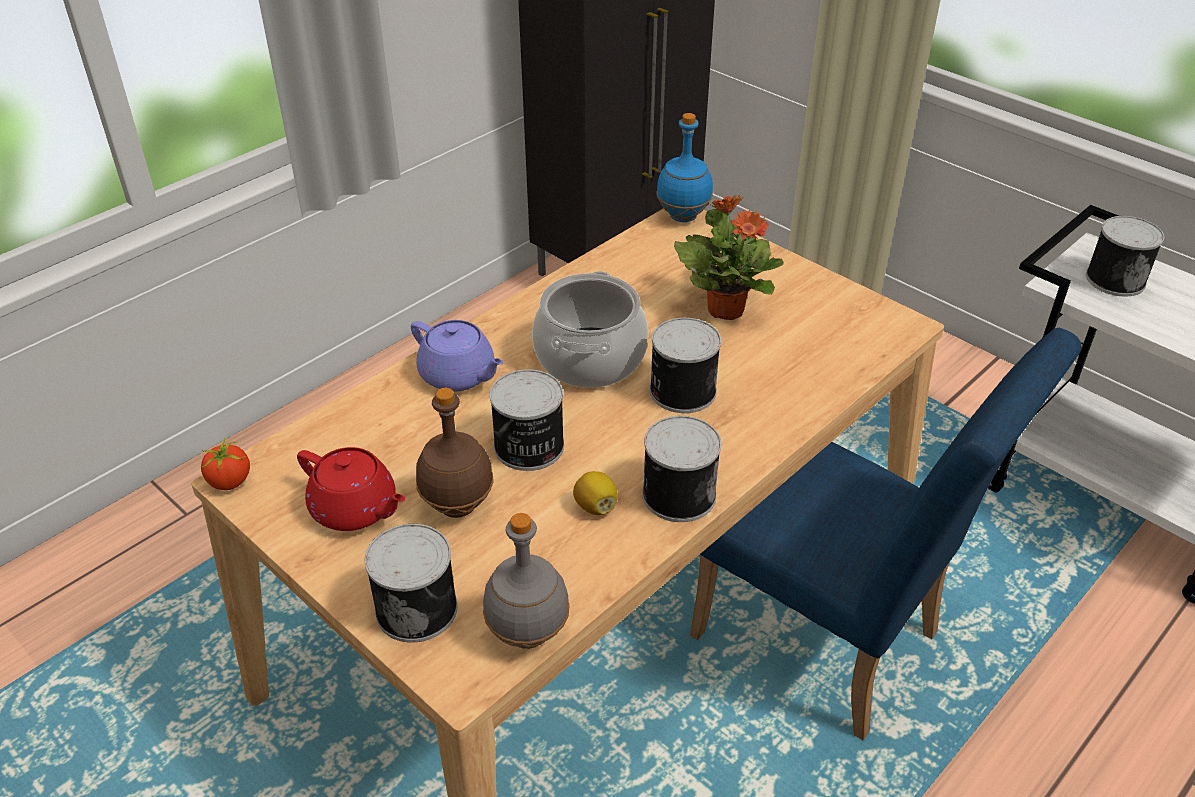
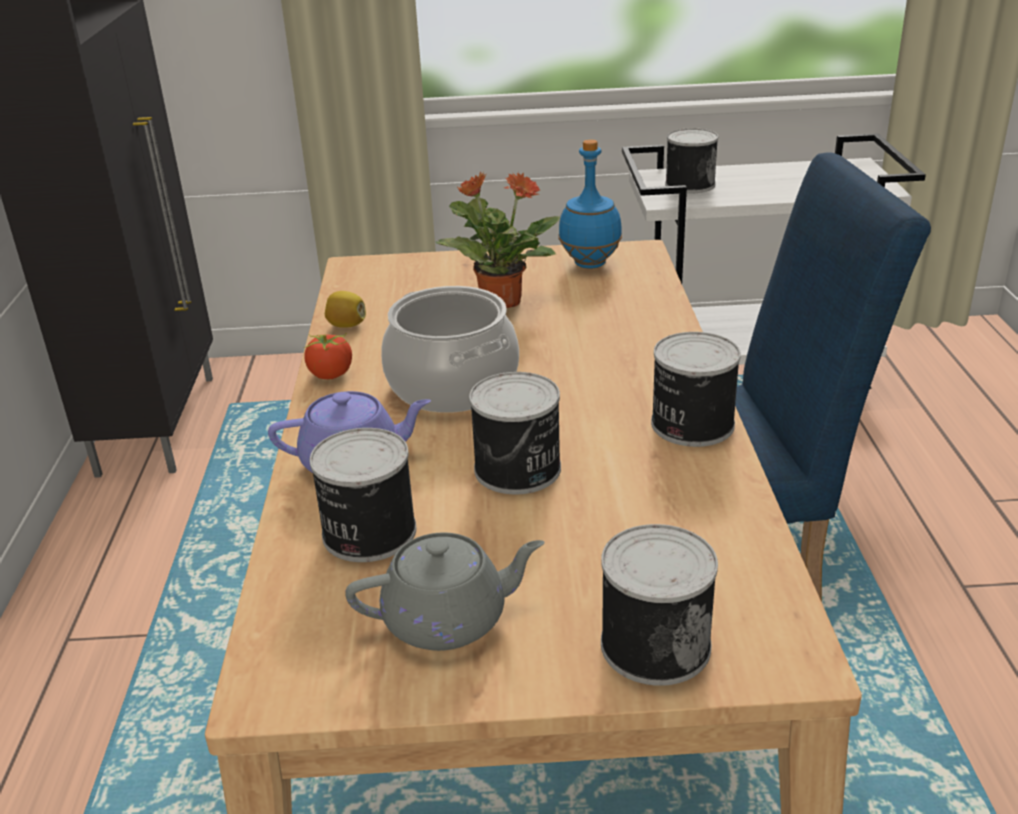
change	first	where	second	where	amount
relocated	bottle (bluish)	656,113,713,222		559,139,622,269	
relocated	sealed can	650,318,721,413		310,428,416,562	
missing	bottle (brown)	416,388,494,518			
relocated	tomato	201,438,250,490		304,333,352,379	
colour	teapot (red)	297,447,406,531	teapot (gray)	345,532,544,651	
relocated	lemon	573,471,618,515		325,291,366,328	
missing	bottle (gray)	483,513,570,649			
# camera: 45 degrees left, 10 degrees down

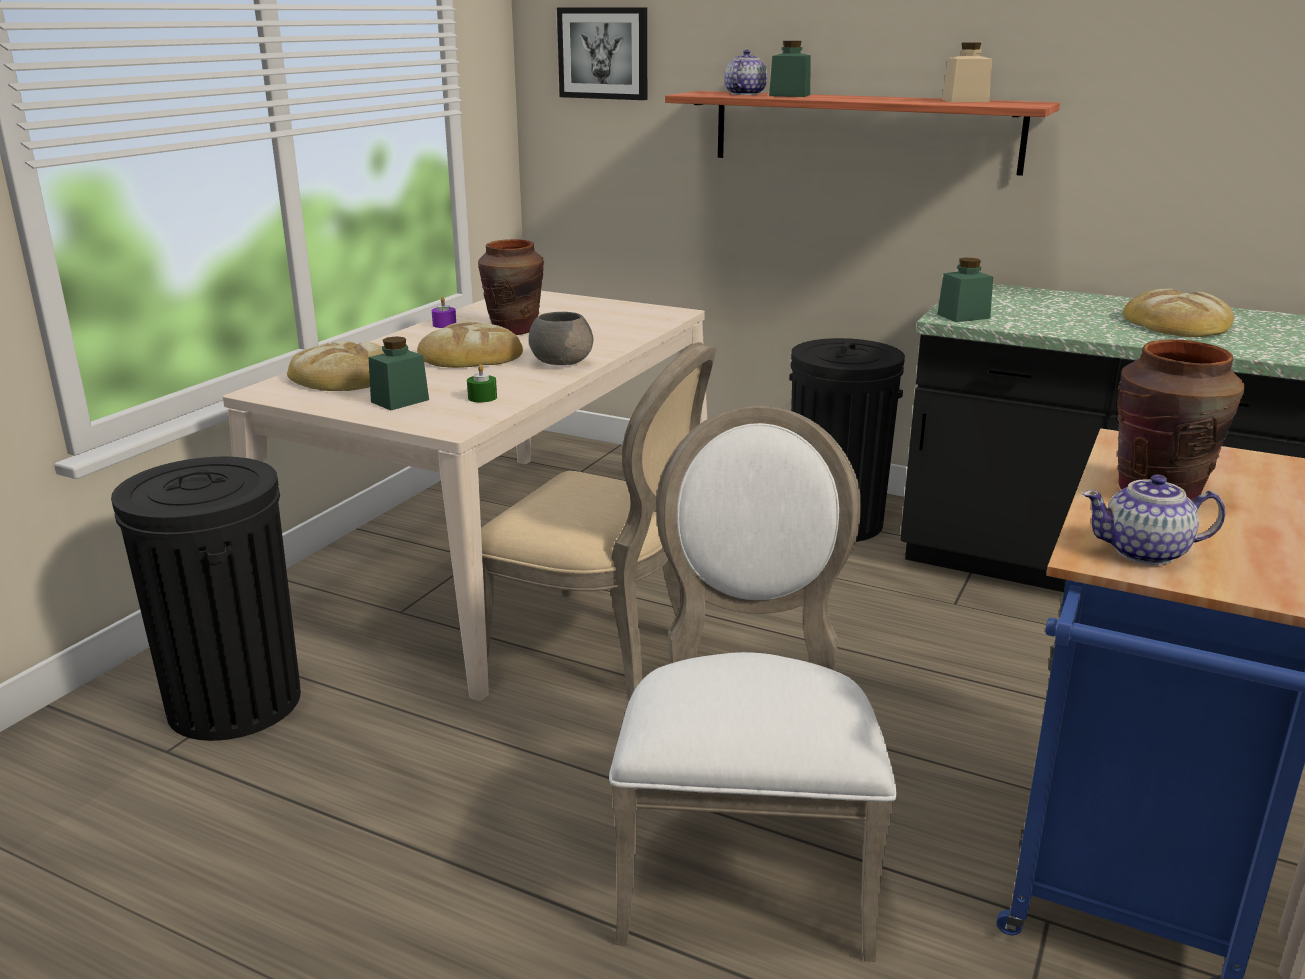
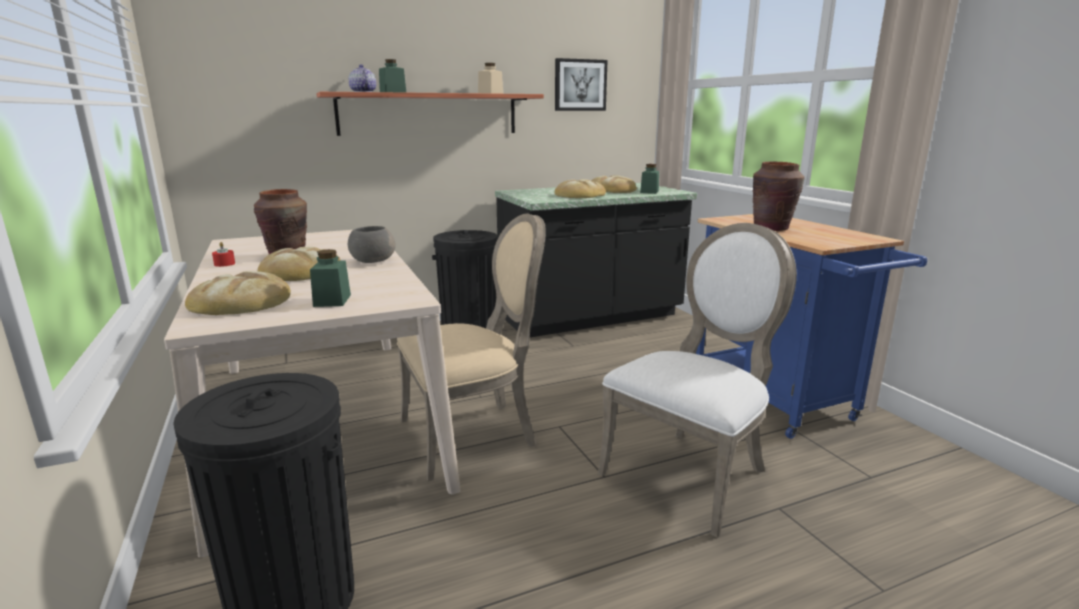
change	first	where	second	where	amount
relocated	wall picture	557,7,647,100		555,58,608,111	
relocated	jar (green)	937,258,993,322		640,164,659,194	
colour	wax light (purplish)	432,297,456,328	wax light (red)	212,242,235,267	
missing	wax light (green)	467,364,497,402			
spun	chair (white)	609,406,897,962		598,223,797,538	90 degrees clockwise
missing	teapot	1083,474,1225,565			
appeared			bakery bread	555,179,606,198	
# camera: 50 degrees left, 5 degrees down

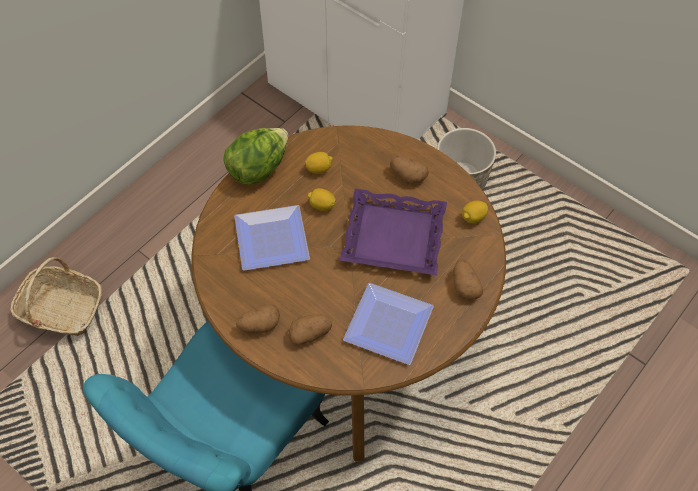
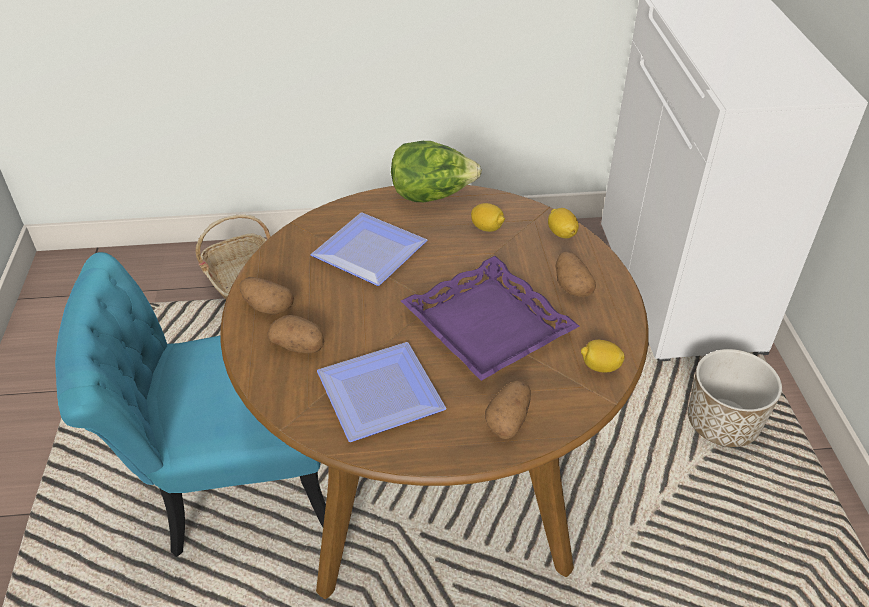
change	first	where	second	where	amount
relocated	lemon	308,188,336,211		548,208,579,238	
# camera: 45 degrees right, 15 degrees down

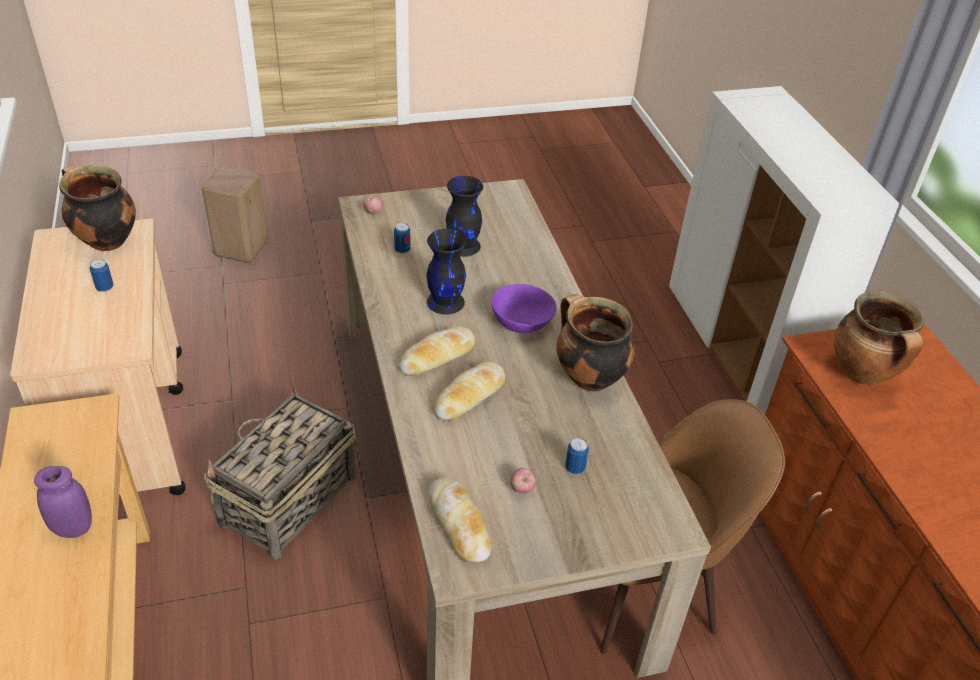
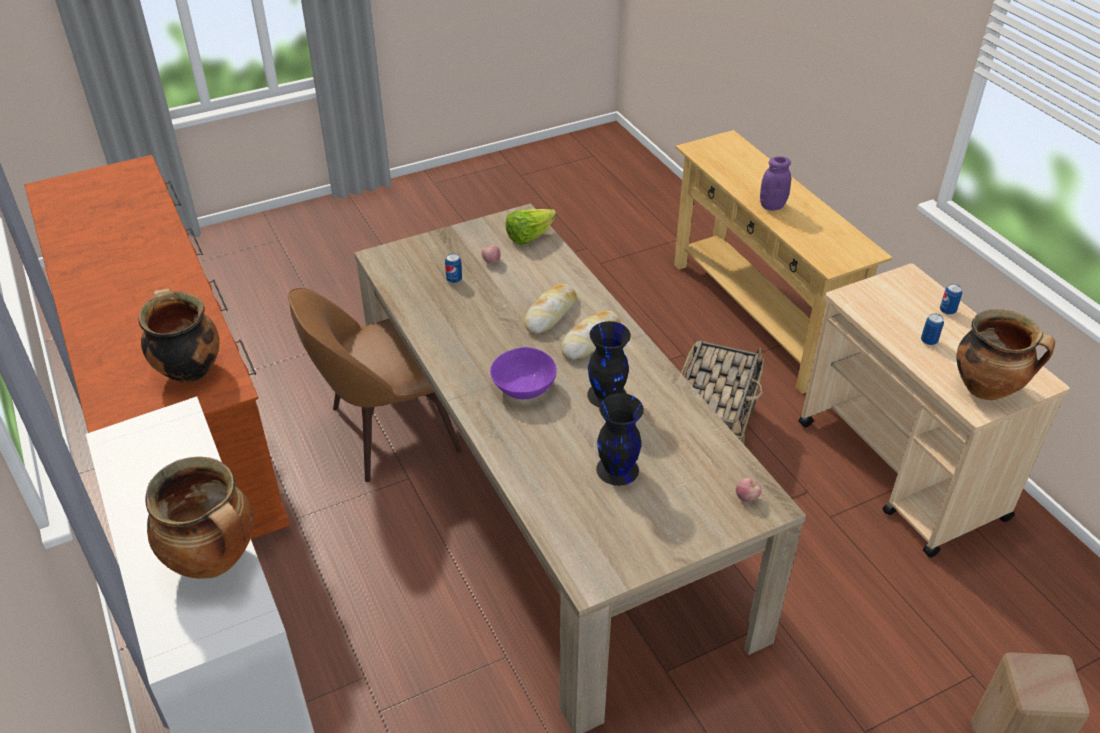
change	first	where	second	where	amount
relocated	sealed can	394,223,411,253		940,284,962,315	
relocated	saucepot	556,294,635,392		145,457,254,579	
exchanged	bakery bread	429,477,491,563	lettuce	505,209,556,245	
# camera: 170 degrees right, 0 degrees up

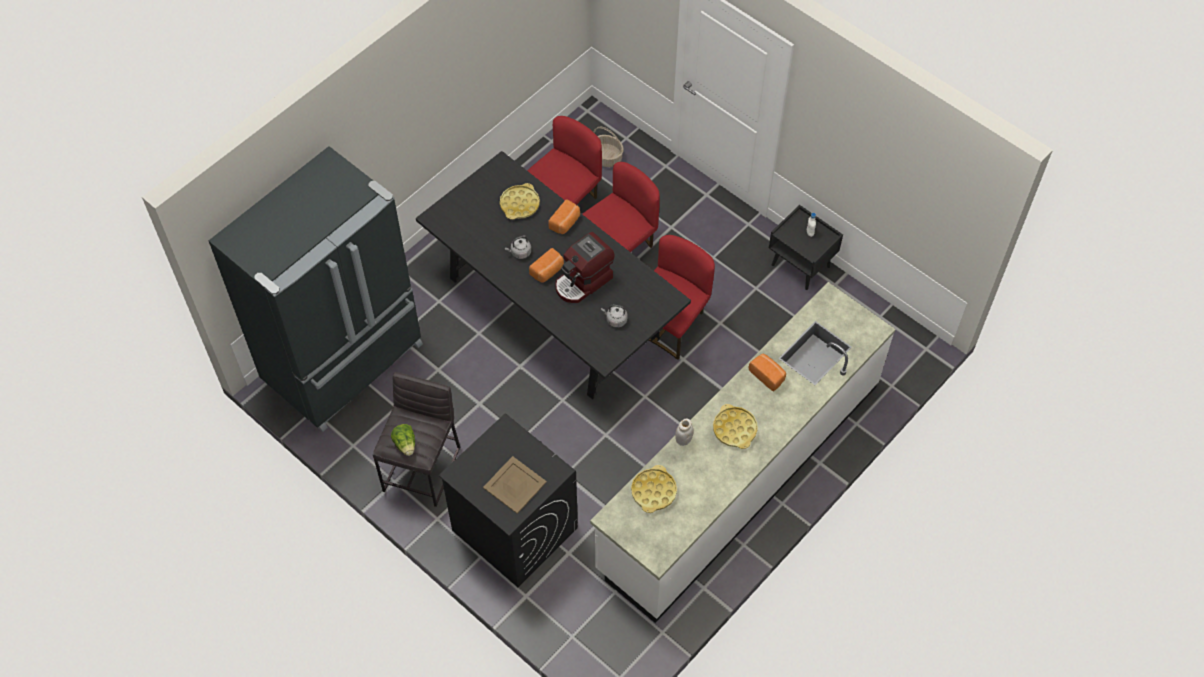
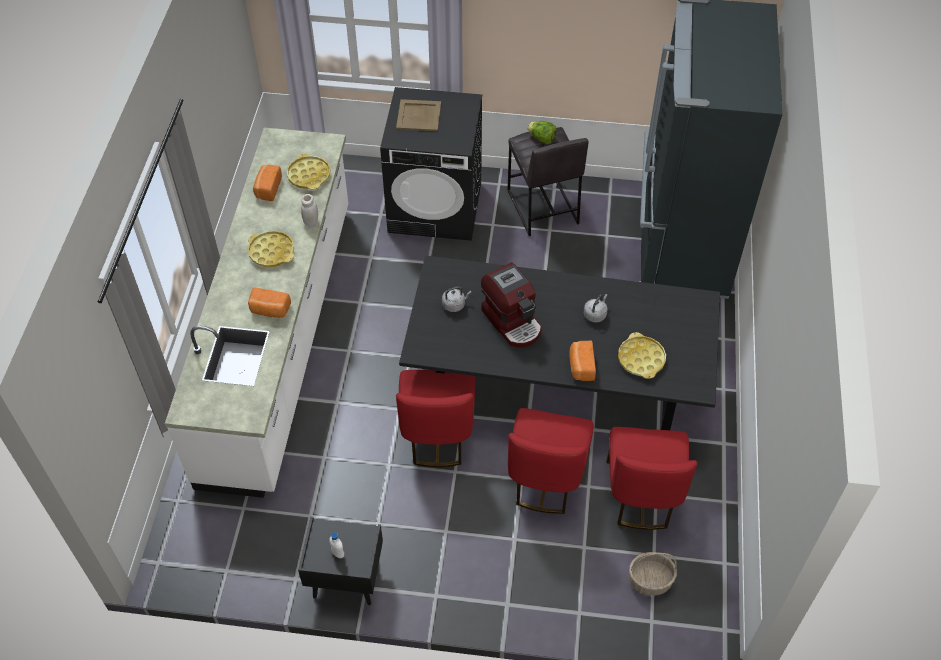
change	first	where	second	where	amount
spun	coffee maker	555,232,615,303		481,262,542,347	135 degrees clockwise
relocated	bakery bread	529,248,564,283		253,165,282,201	
# camera: 145 degrees right, 5 degrees down

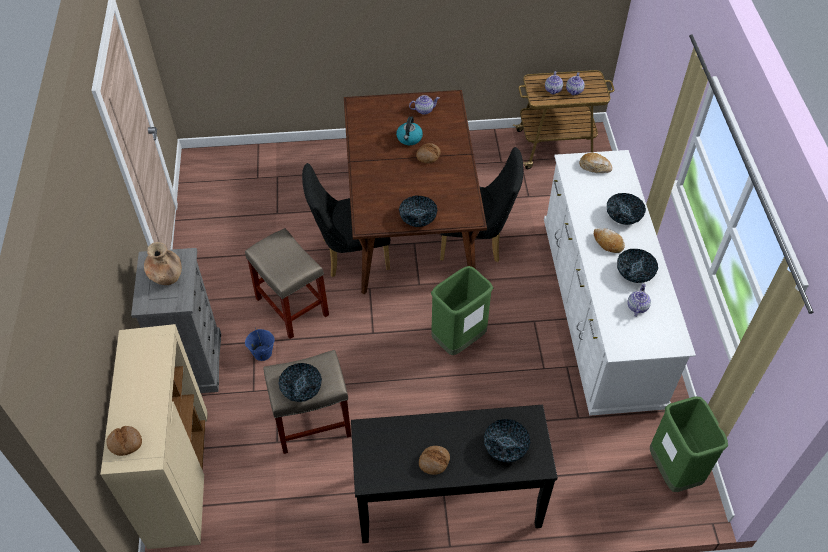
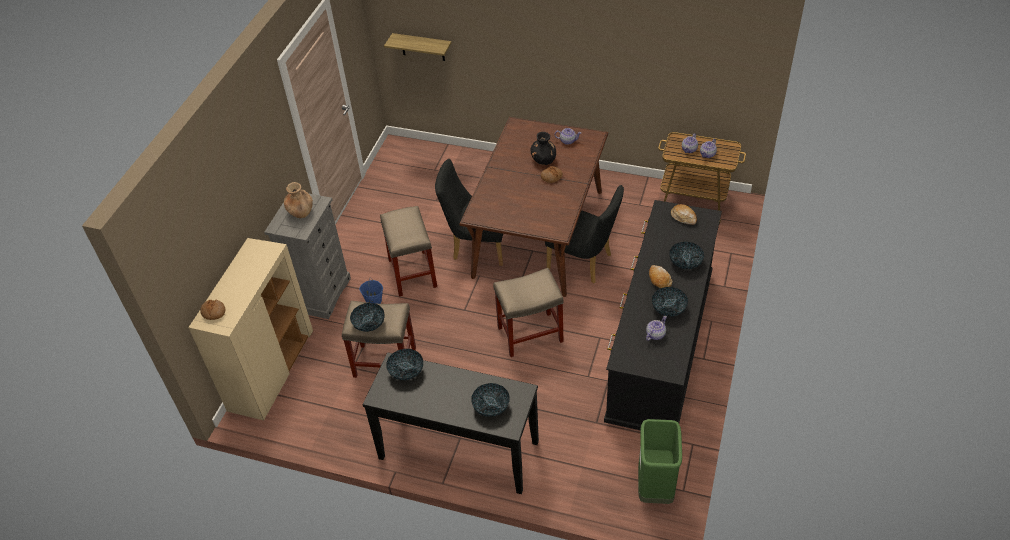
change	first	where	second	where	amount
exchanged	water kettle	396,116,423,145	flower vase (black-coloured)	530,132,556,165	
colour	chest of drawers (white)	544,150,696,416	chest of drawers (black-coloured)	604,200,722,430	
relocated	bowl	399,196,437,227		386,349,423,380	
exchanged	waste bin (green)	431,266,493,355	stool (beige-coloured)	493,268,563,357	
missing	bakery bread	419,446,450,475			
appeared			shelf	384,33,451,61	
# camera: 25 degrees right, 5 degrees down

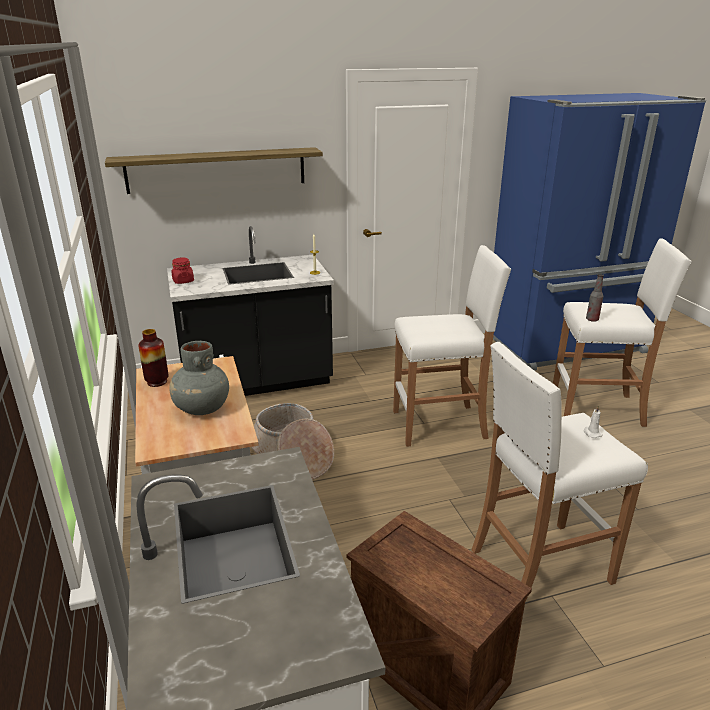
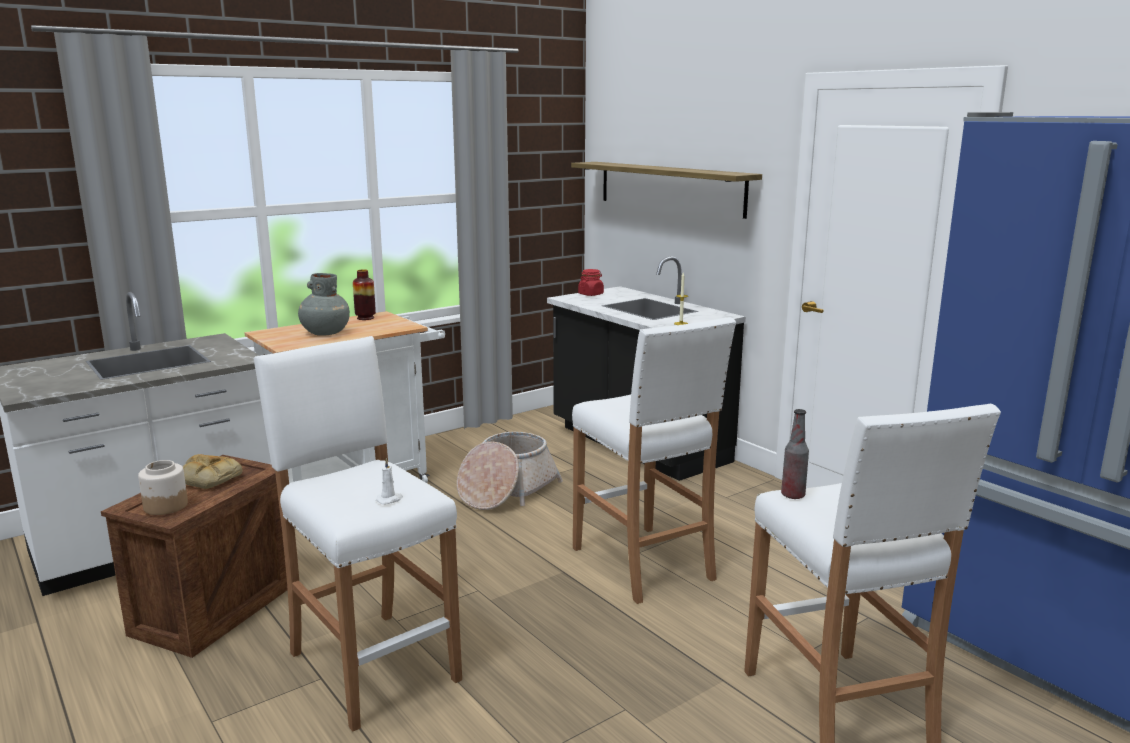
change	first	where	second	where	amount
appeared			bakery bread	183,454,242,489	
appeared			jar	138,460,188,515	
# camera: 70 degrees right, 10 degrees down

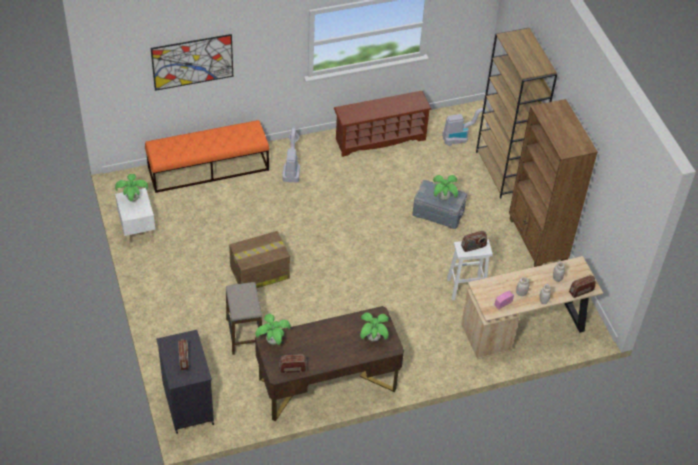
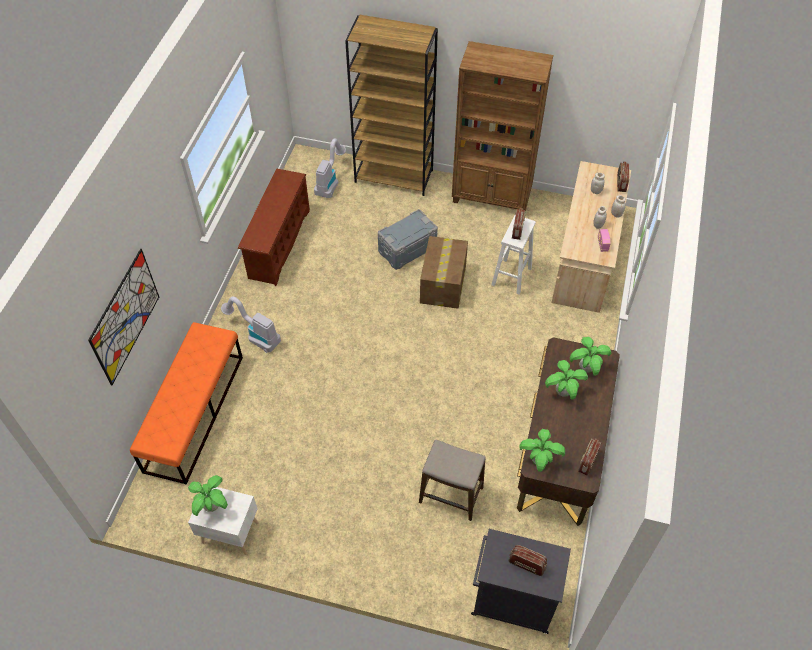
change	first	where	second	where	amount
relocated	potted plant	433,175,458,201		545,360,588,400	
relocated	cardboard box	229,231,290,288		420,236,468,309	
# camera: 55 degrees left, 5 degrees up

